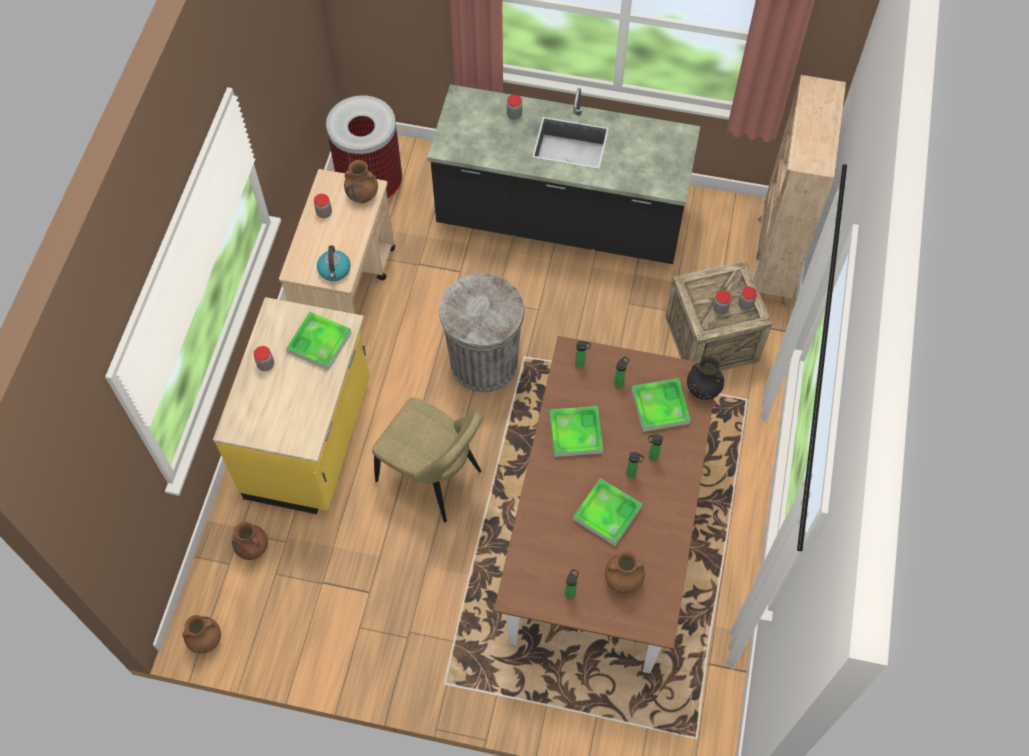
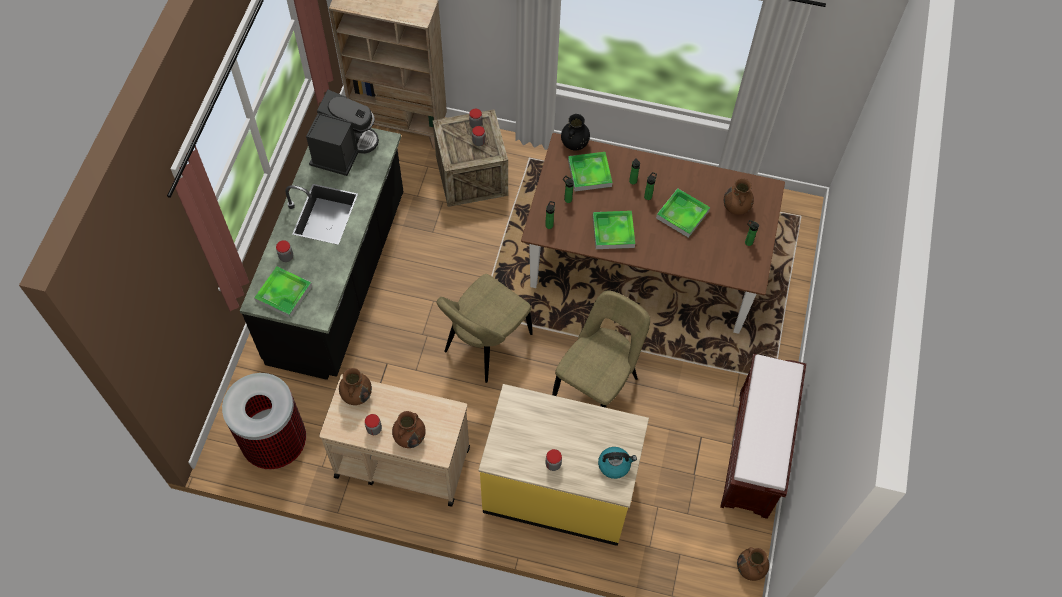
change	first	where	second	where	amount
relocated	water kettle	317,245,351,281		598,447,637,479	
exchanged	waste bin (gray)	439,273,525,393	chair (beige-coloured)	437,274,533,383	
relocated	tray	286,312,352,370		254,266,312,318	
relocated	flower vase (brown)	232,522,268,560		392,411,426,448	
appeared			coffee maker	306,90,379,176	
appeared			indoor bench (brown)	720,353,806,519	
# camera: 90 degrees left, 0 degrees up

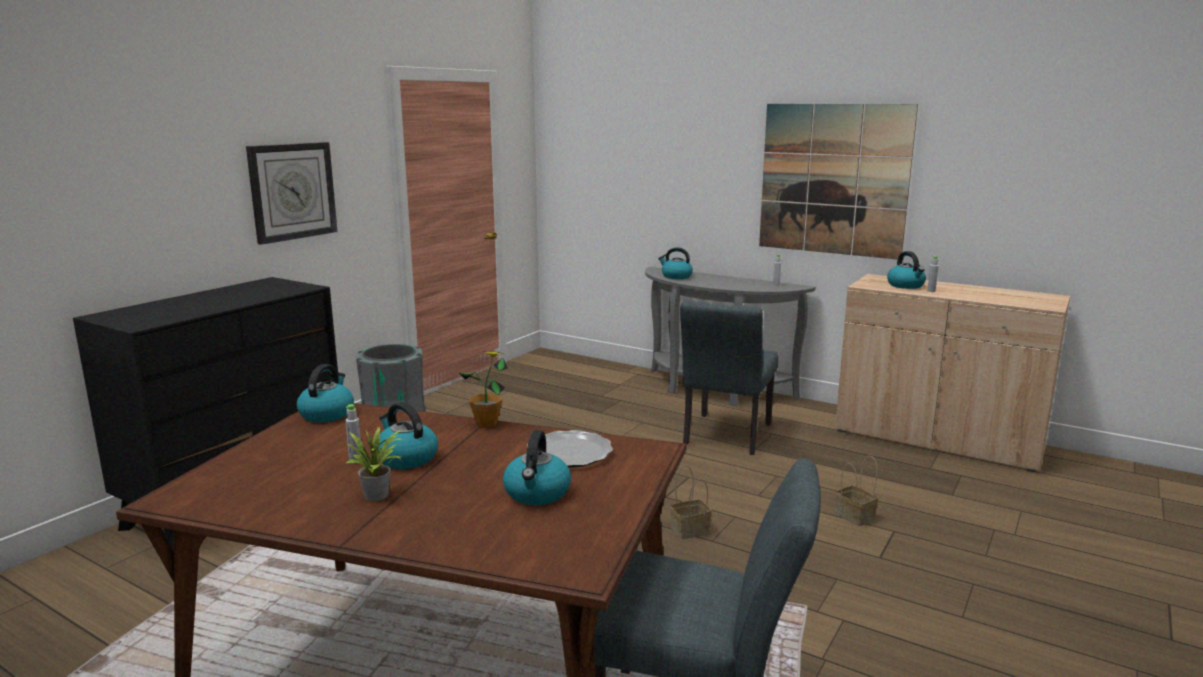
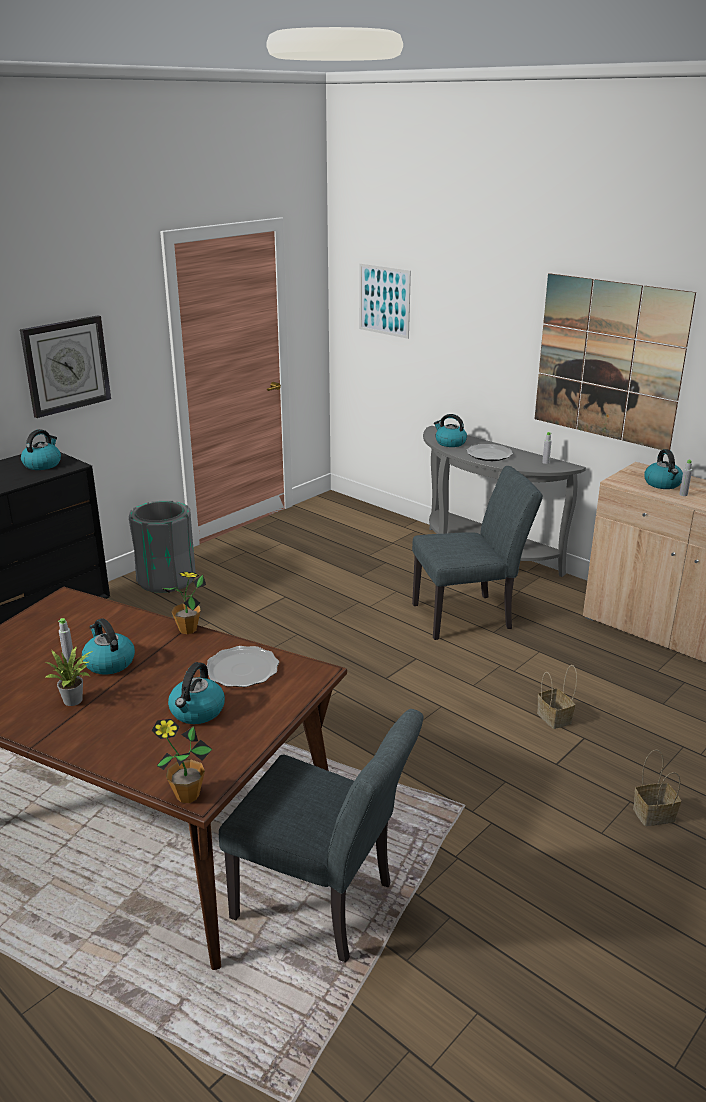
change	first	where	second	where	amount
spun	chair (gray)	680,300,778,455		412,466,543,640	135 degrees counterclockwise
relocated	water kettle	297,364,354,422		21,429,61,470	
relocated	storage basket	670,465,712,539		633,750,681,826	
appeared			wall picture	359,264,411,339	
appeared			flat dish	466,444,513,461	
appeared			potted plant	151,719,212,803	
# camera: 10 degrees right, 10 degrees up

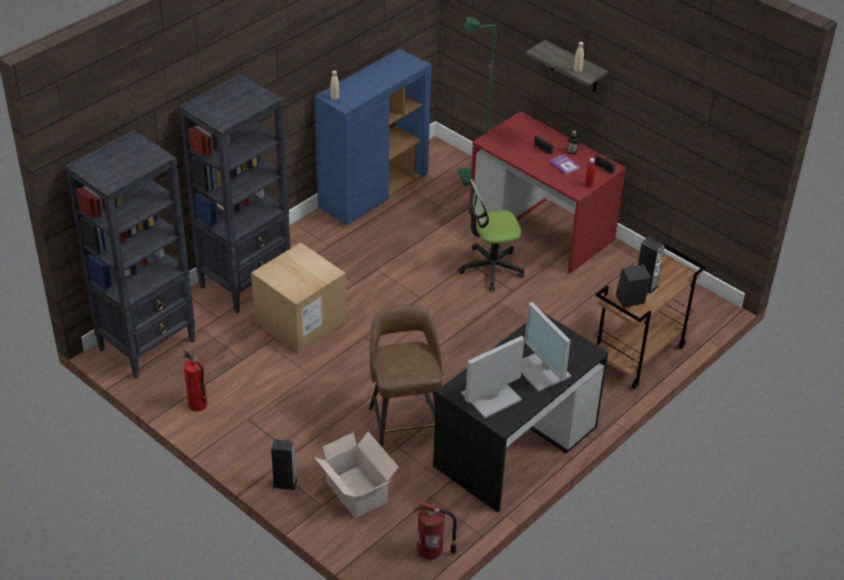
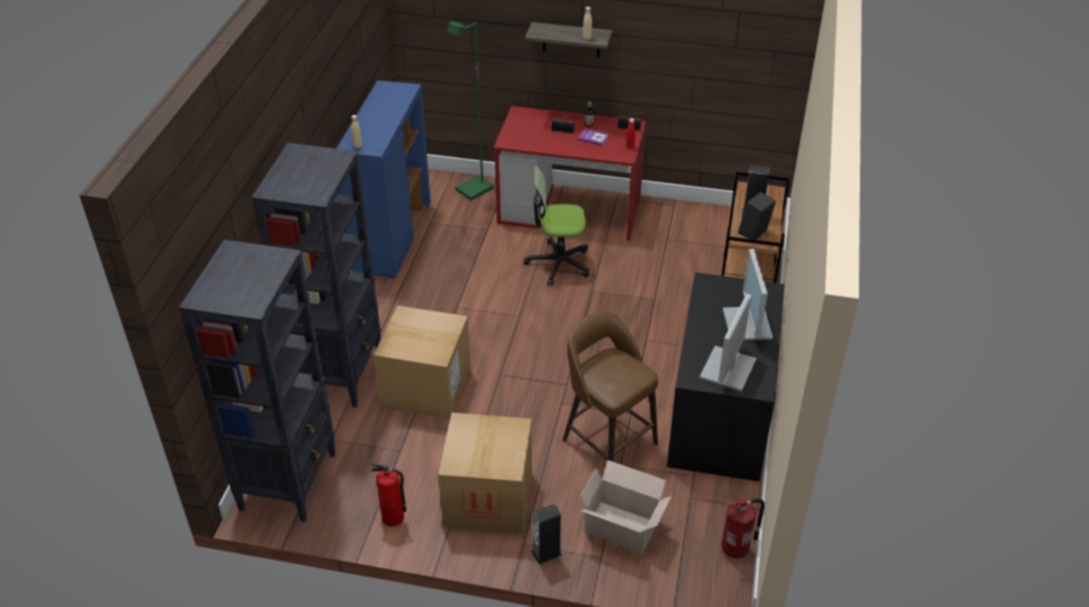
change	first	where	second	where	amount
spun	office chair	458,179,524,291		524,166,589,286	45 degrees clockwise
spun	computer display	521,302,571,392		723,249,773,341	60 degrees clockwise
appeared			cardboard box	438,413,532,533	
# camera: 30 degrees left, 0 degrees up

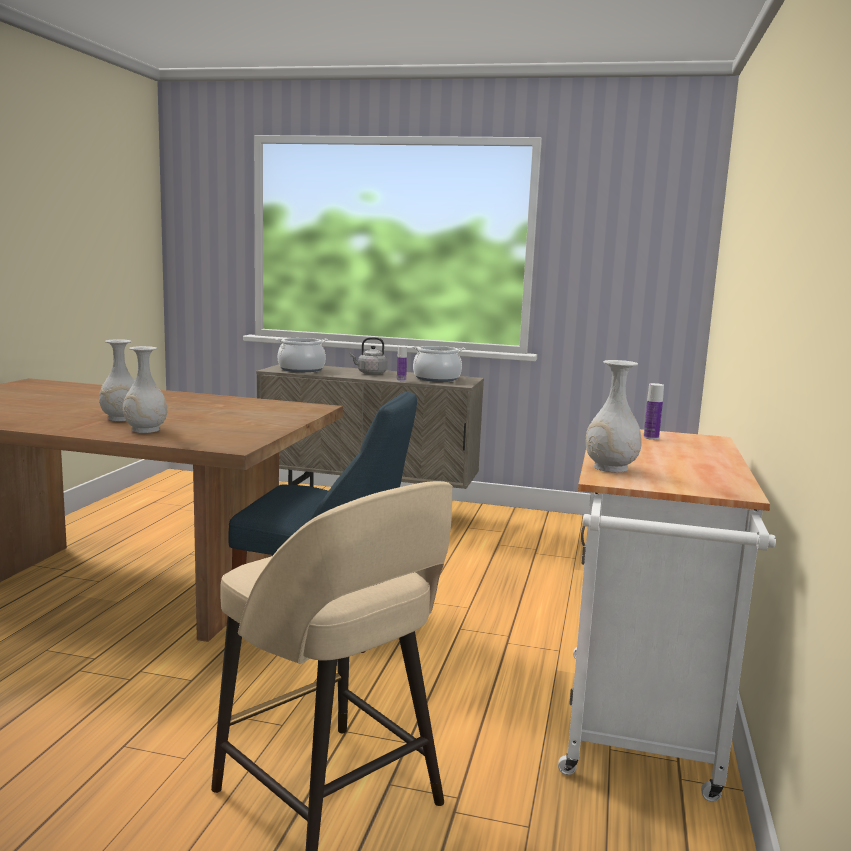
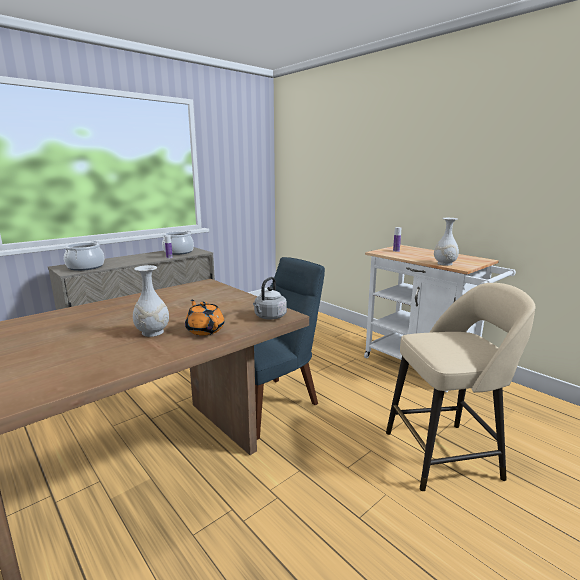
change	first	where	second	where	amount
relocated	water kettle (gray)	350,337,387,375		253,277,287,319	
exchanged	flower vase (white)	123,346,168,433	teapot (orangey)	185,300,224,336	
# camera: 55 degrees left, 5 degrees up

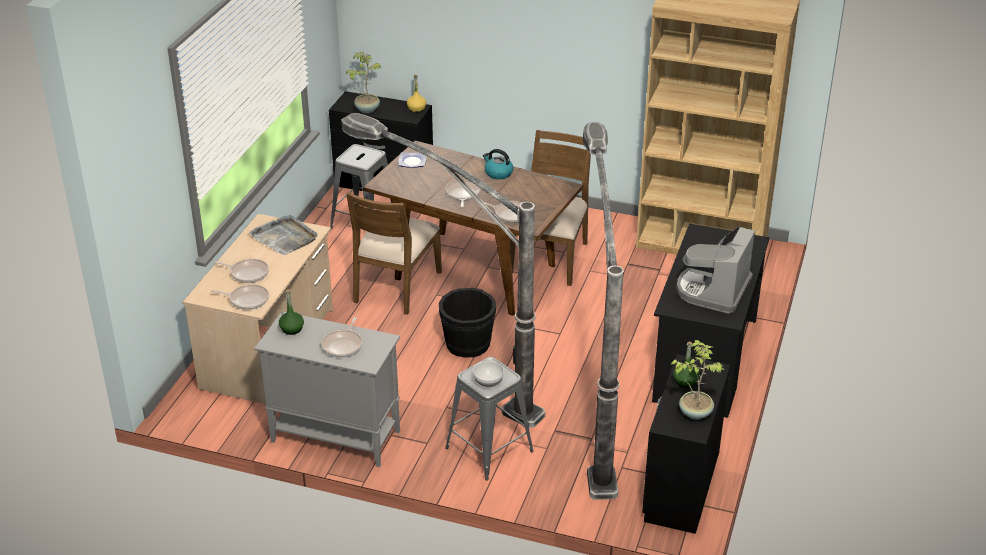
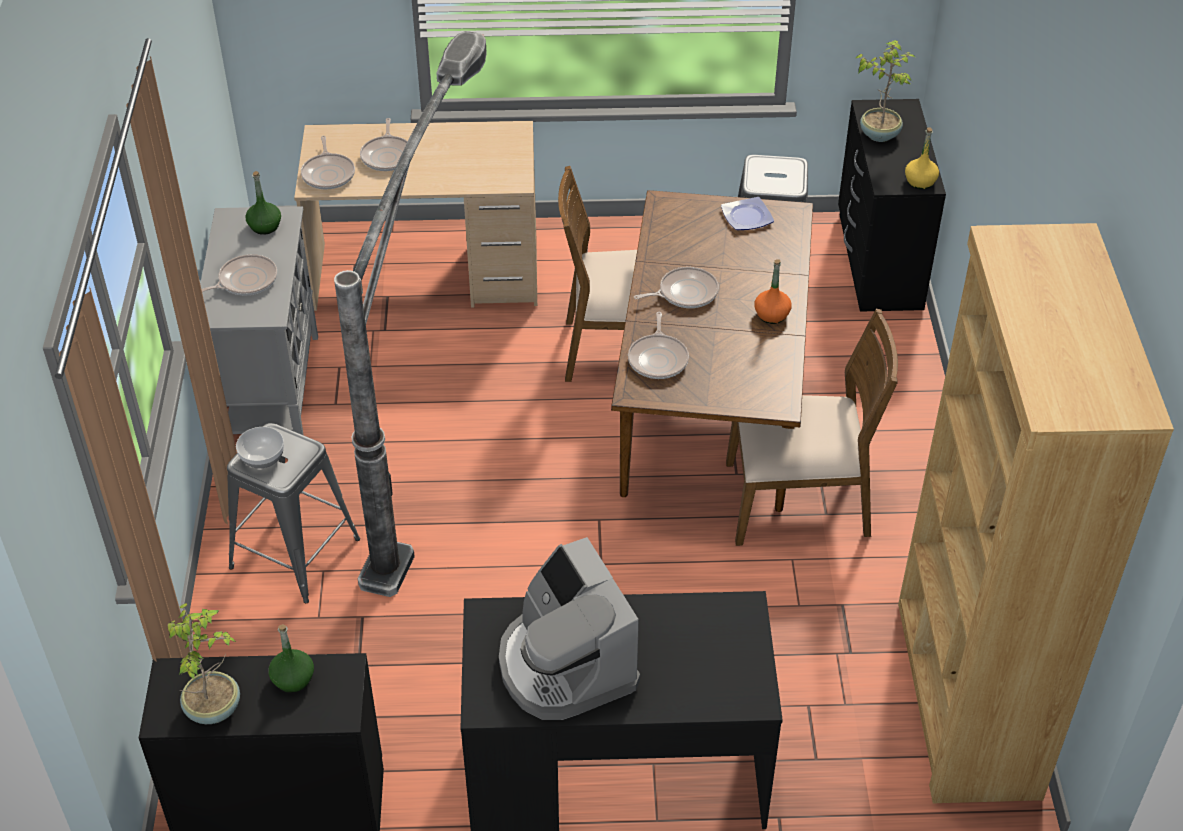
change	first	where	second	where	amount
missing	standard lamp	583,122,624,500			
exchanged	water kettle	483,149,513,179	bottle (orangey)	754,259,792,324	
missing	tray (gray)	249,215,317,255			
spun	coffee maker	676,226,755,313		499,537,640,720	120 degrees counterclockwise
missing	water bucket (black-coloured)	439,288,496,358			
spun	skillet	321,317,363,357		201,254,277,296	150 degrees clockwise
# camera: 70 degrees right, 10 degrees up

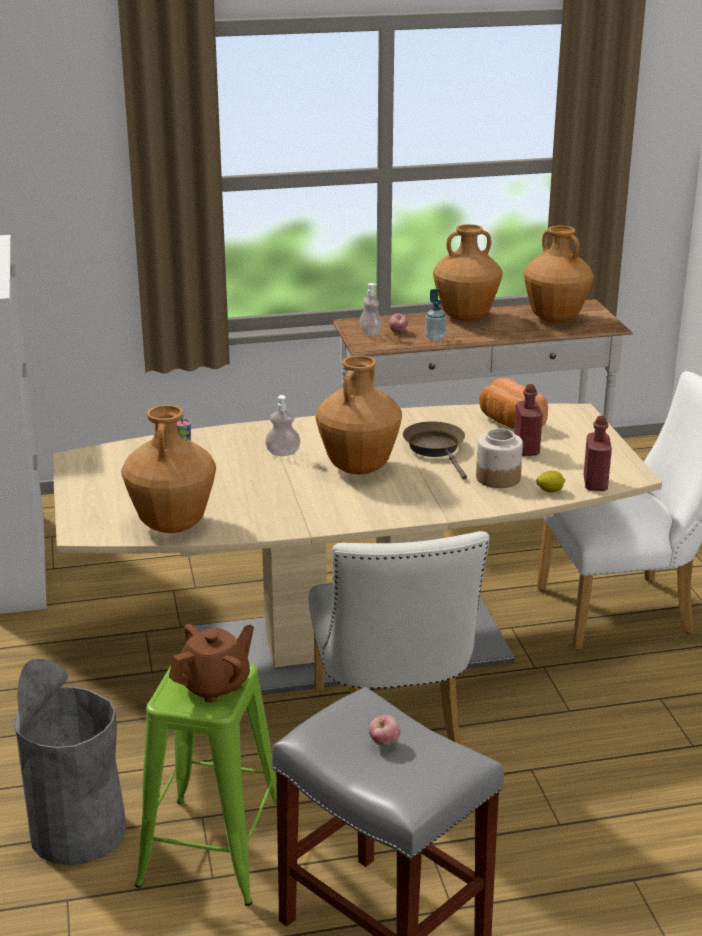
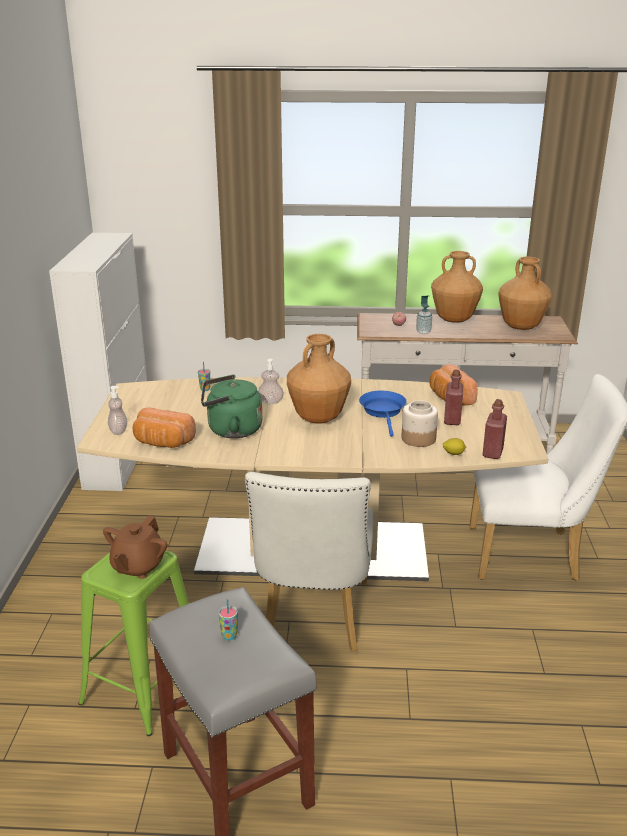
change	first	where	second	where	amount
relocated	soap dispenser	360,283,382,336		108,386,127,435	
exchanged	flower vase (brown)	121,405,216,533	bakery bread	133,407,196,448	
colour	skillet (brown)	403,421,467,480	skillet (bluish)	359,391,407,437	
spun	teapot (brown)	169,624,254,703		103,516,167,579	135 degrees clockwise
missing	waste bin (gray)	14,659,126,865			
exchanged	whole apple	369,715,401,746	cup	219,599,238,640	
appeared			water kettle (green)	201,375,262,438	
# camera: 15 degrees right, 0 degrees up

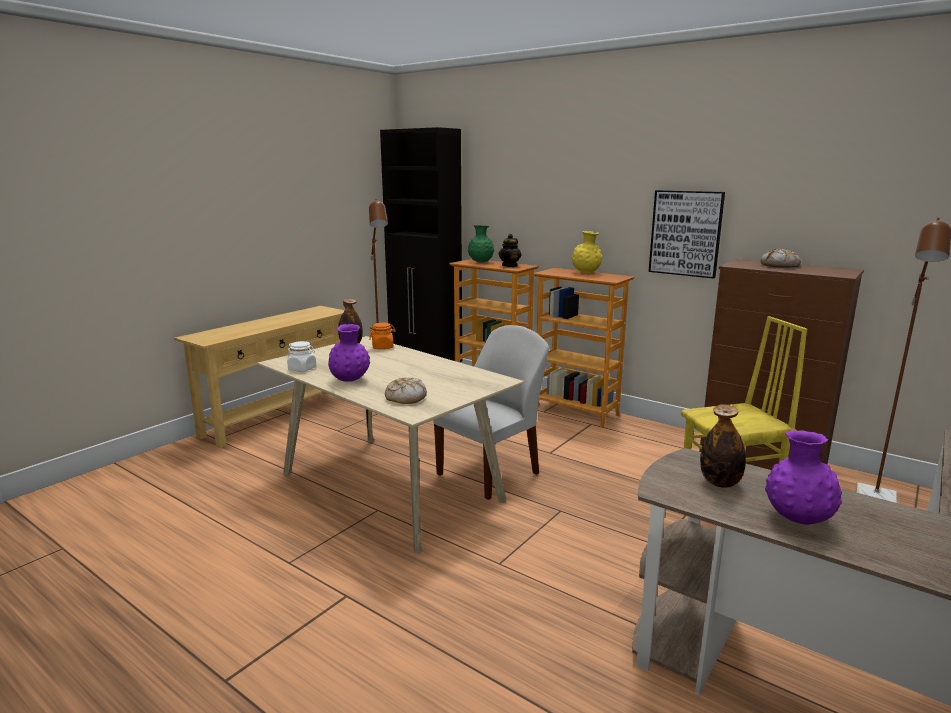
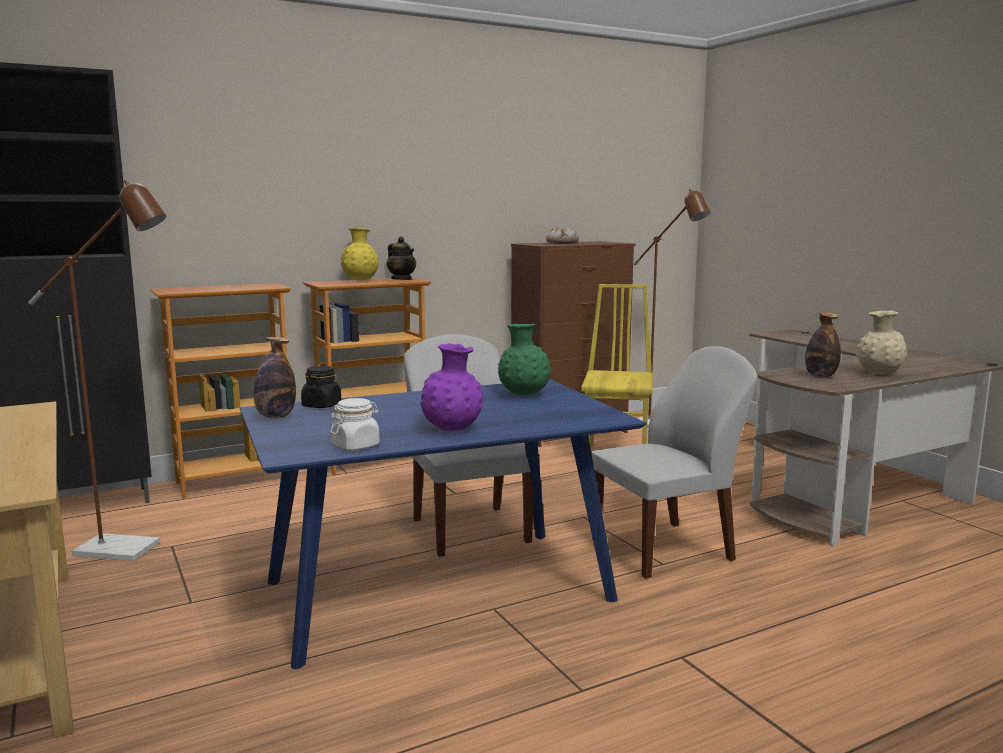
change	first	where	second	where	amount
missing	wall picture	649,190,725,279			
relocated	flower vase (green)	468,225,494,263		498,324,551,396	
relocated	teapot	499,234,521,267		387,236,416,280	
colour	jar (orangey)	369,323,396,349	jar (black-coloured)	301,366,341,408	
colour	kitchen table (beige-coloured)	258,336,524,554	kitchen table (bluish)	240,379,646,669	
missing	bakery bread	385,378,427,404			
colour	flower vase (purplish)	765,430,842,525	flower vase (beige-coloured)	856,310,907,375	
appeared			chair (white)	591,346,758,578	
# camera: 65 degrees left, 5 degrees down

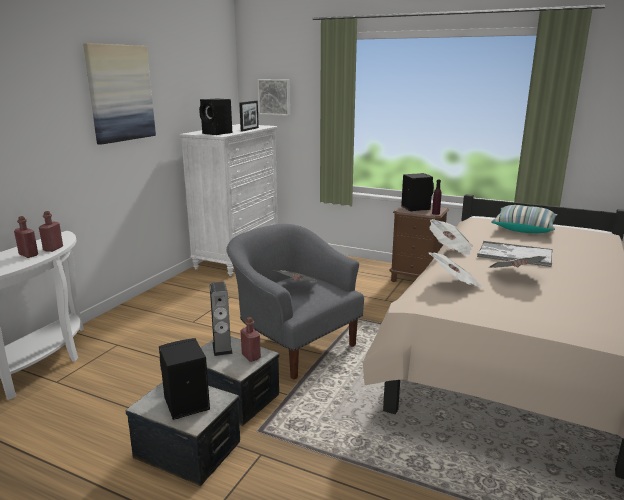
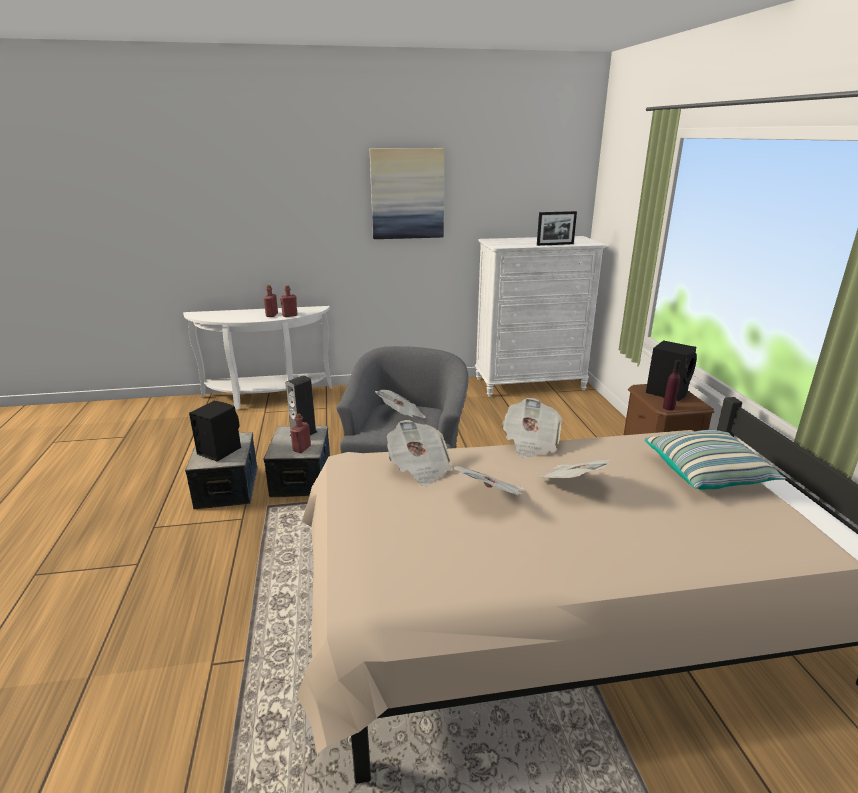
change	first	where	second	where	amount
missing	wall picture	258,79,290,116			
missing	loudspeaker (black-coloured)	199,99,232,135			
exchanged	tray	477,241,553,267	daily paper	538,459,614,478	
# camera: 55 degrees right, 5 degrees up

